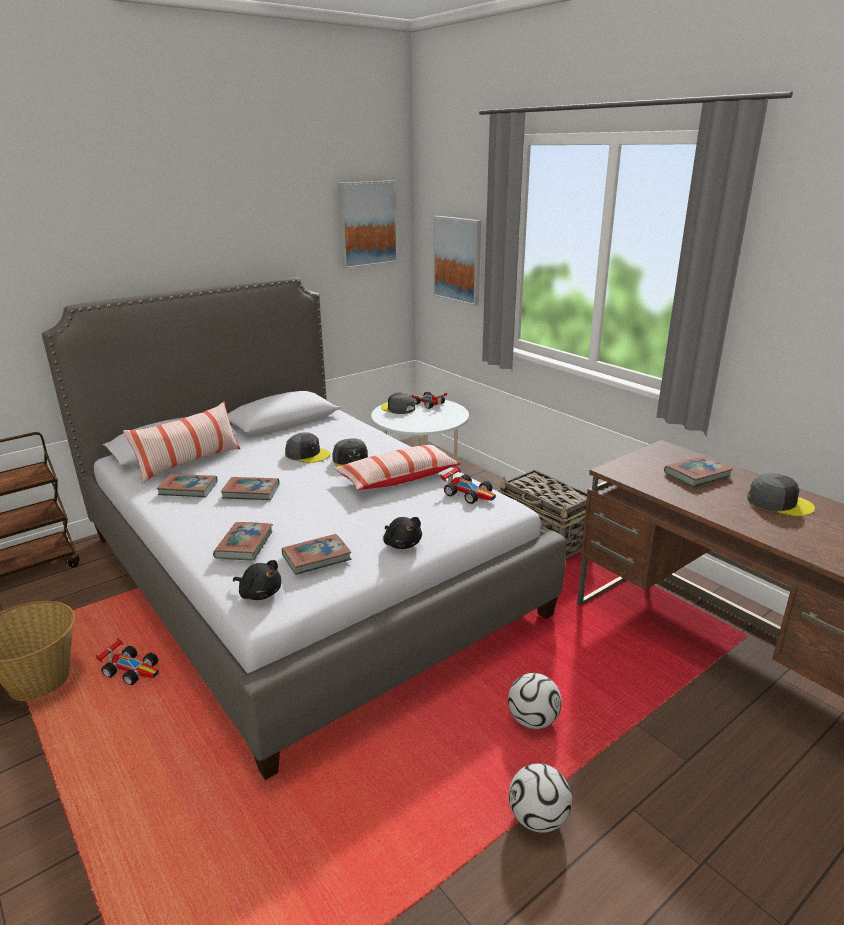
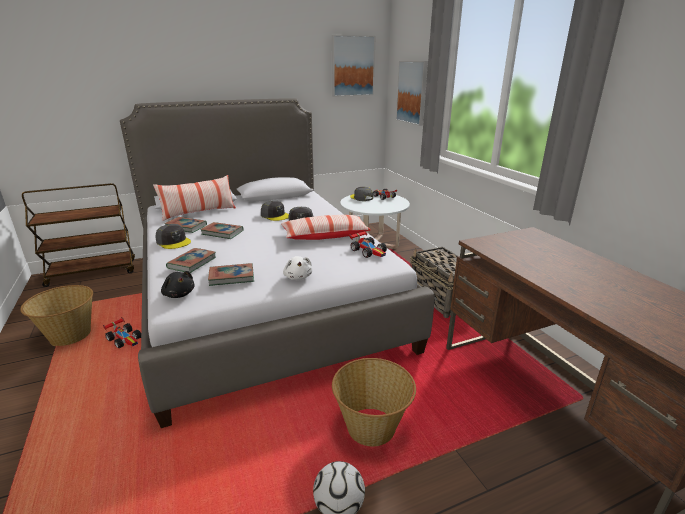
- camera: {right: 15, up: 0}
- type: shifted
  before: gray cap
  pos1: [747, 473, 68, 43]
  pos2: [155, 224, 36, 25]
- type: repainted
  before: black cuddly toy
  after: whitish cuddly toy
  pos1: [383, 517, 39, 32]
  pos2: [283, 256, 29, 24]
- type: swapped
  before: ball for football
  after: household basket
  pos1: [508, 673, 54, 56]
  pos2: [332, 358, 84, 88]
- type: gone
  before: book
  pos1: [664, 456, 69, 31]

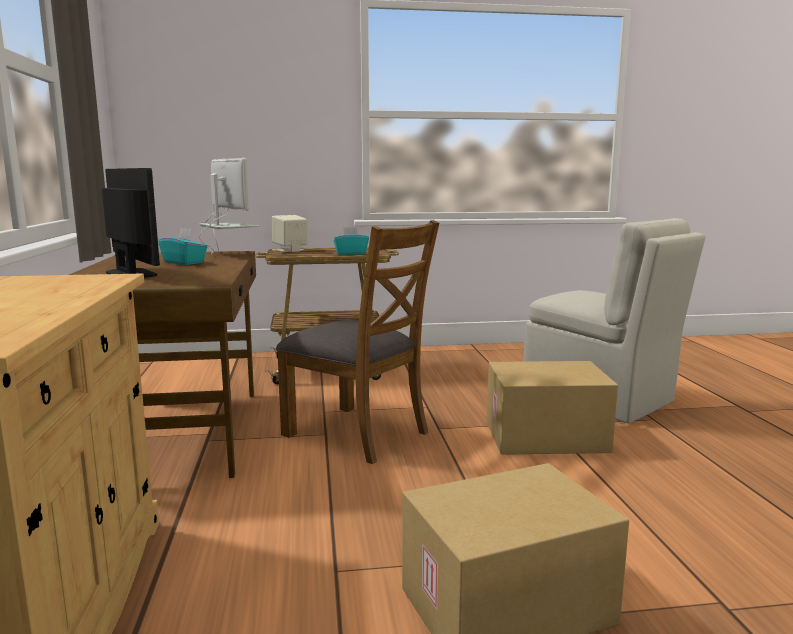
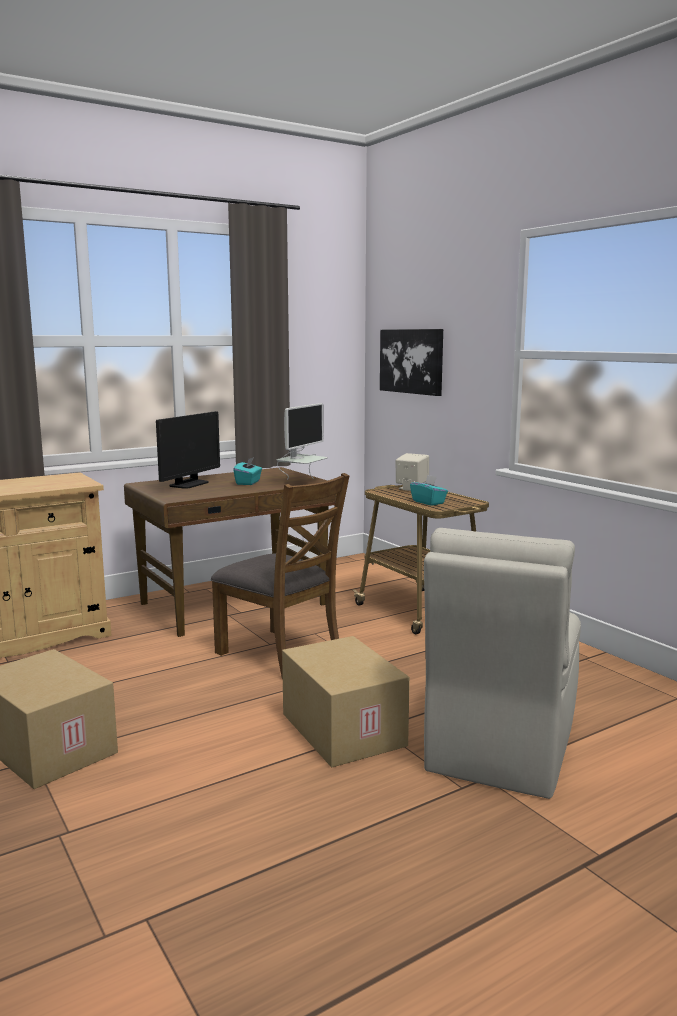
- camera: {right: 65, up: 0}
- type: rotated
  before: brown upright chair
  pos1: [276, 220, 163, 244]
  pos2: [211, 473, 138, 206]
  turn: -60
- type: new
  after: wall picture
  pos2: [380, 329, 63, 67]

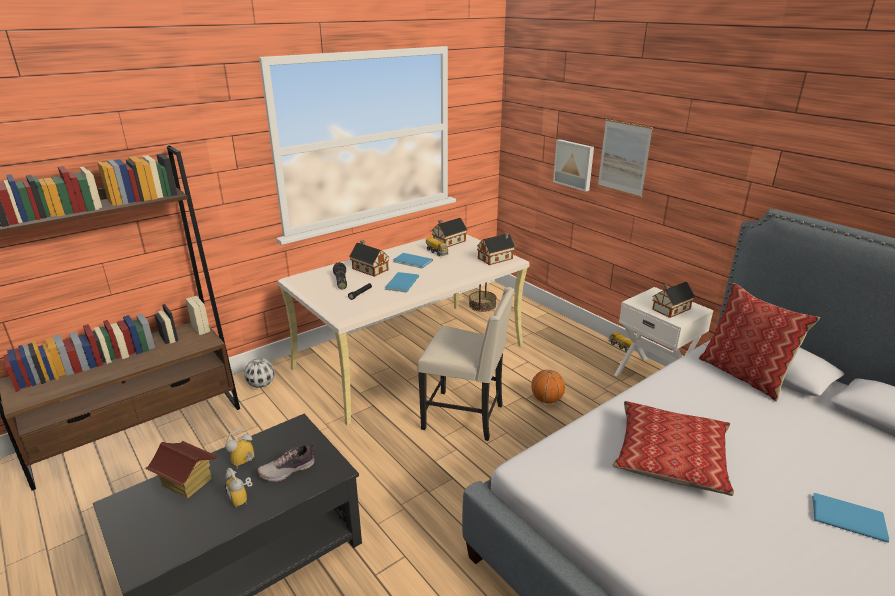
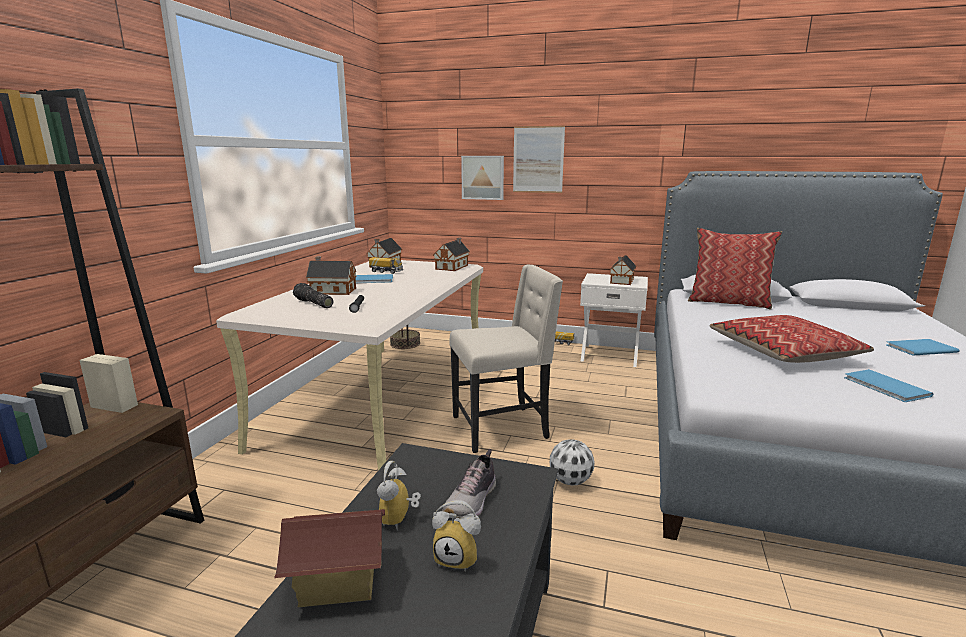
- camera: {right: -35, up: -10}
- type: shifted
  before: ball for football
  pos1: [244, 358, 31, 30]
  pos2: [550, 439, 45, 46]
- type: shifted
  before: bluish book
  pos1: [385, 272, 34, 20]
  pos2: [844, 369, 89, 33]
- type: gone
  before: basketball
  pos1: [531, 370, 34, 33]

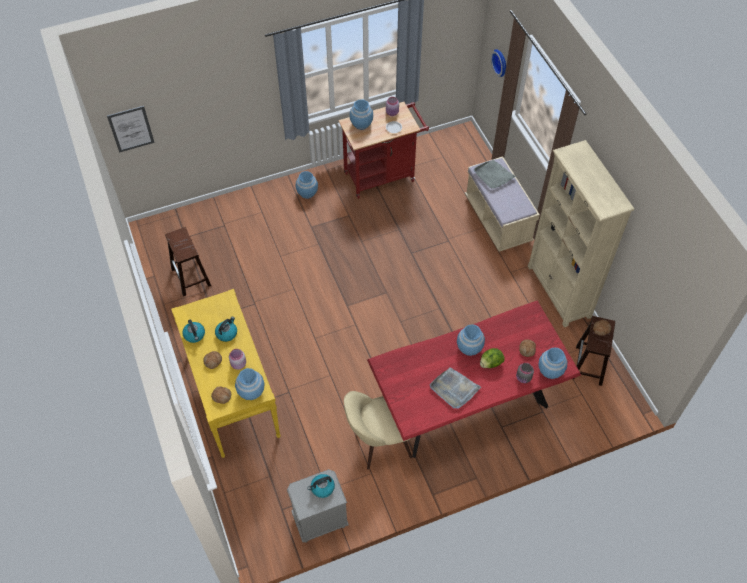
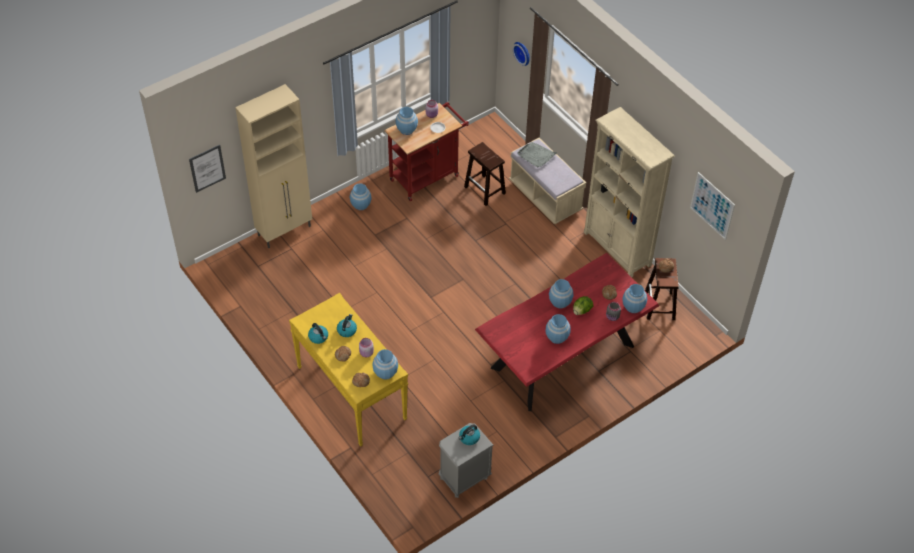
- camera: {right: -15, up: -5}
- type: new
  after: beige storage cabinet
  pos2: [235, 84, 77, 164]
- type: shifted
  before: brown stool seat
  pos1: [165, 227, 46, 69]
  pos2: [464, 142, 42, 64]
- type: swapped
  before: gray serving tray
  after: bluish decorative vase
  pos1: [430, 367, 51, 41]
  pos2: [546, 314, 25, 30]
- type: new
  after: wall picture
  pos2: [690, 172, 45, 68]
- type: gone
  before: beige upright chair
  pos1: [344, 391, 68, 79]

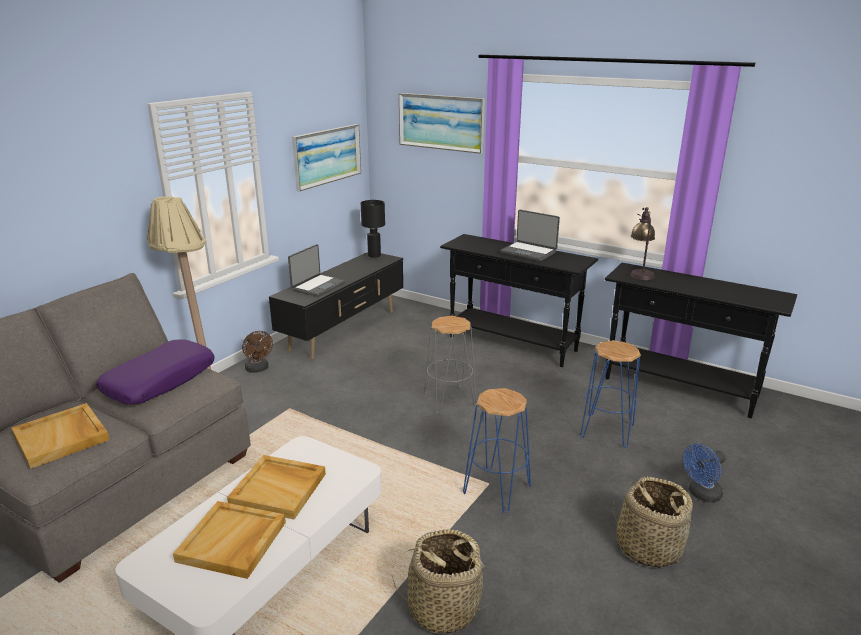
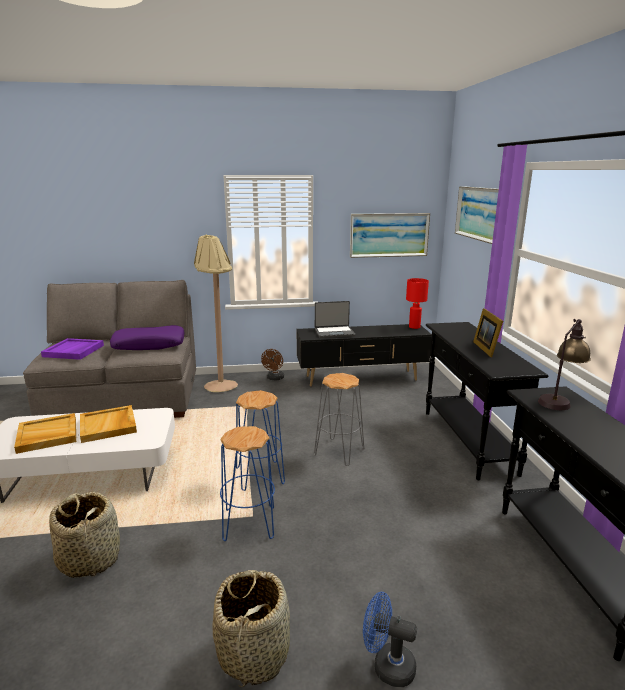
- camera: {right: 50, up: -5}
- type: repainted
  before: beige serving tray
  after: purple serving tray
  pos1: [11, 403, 98, 66]
  pos2: [41, 338, 63, 22]
- type: shifted
  before: bluish stool seat
  pos1: [581, 340, 60, 108]
  pos2: [236, 390, 49, 101]
- type: repainted
  before: black table lamp
  after: red table lamp
  pos1: [361, 200, 24, 58]
  pos2: [406, 278, 23, 51]
- type: swapped
  before: portable computer
  after: photo frame
  pos1: [500, 210, 60, 51]
  pos2: [473, 308, 30, 49]

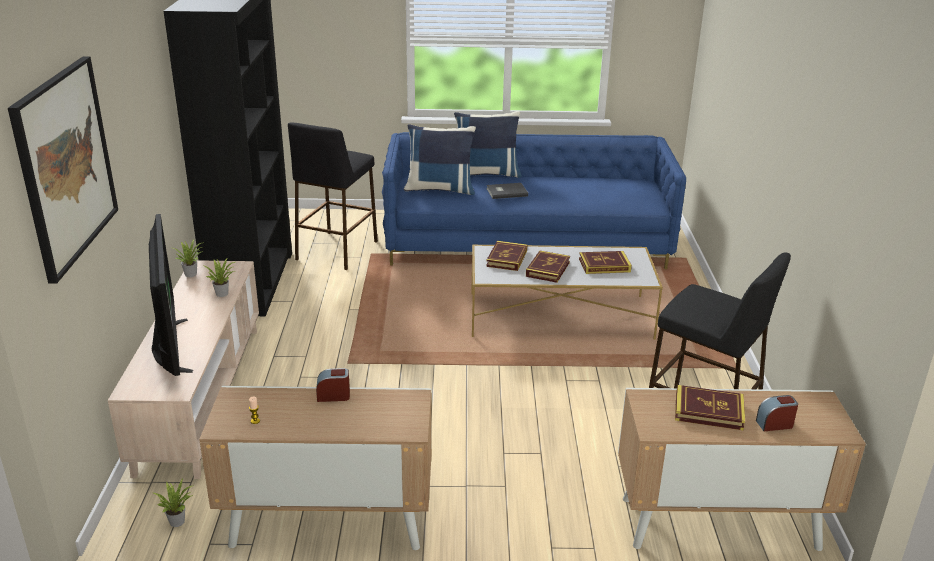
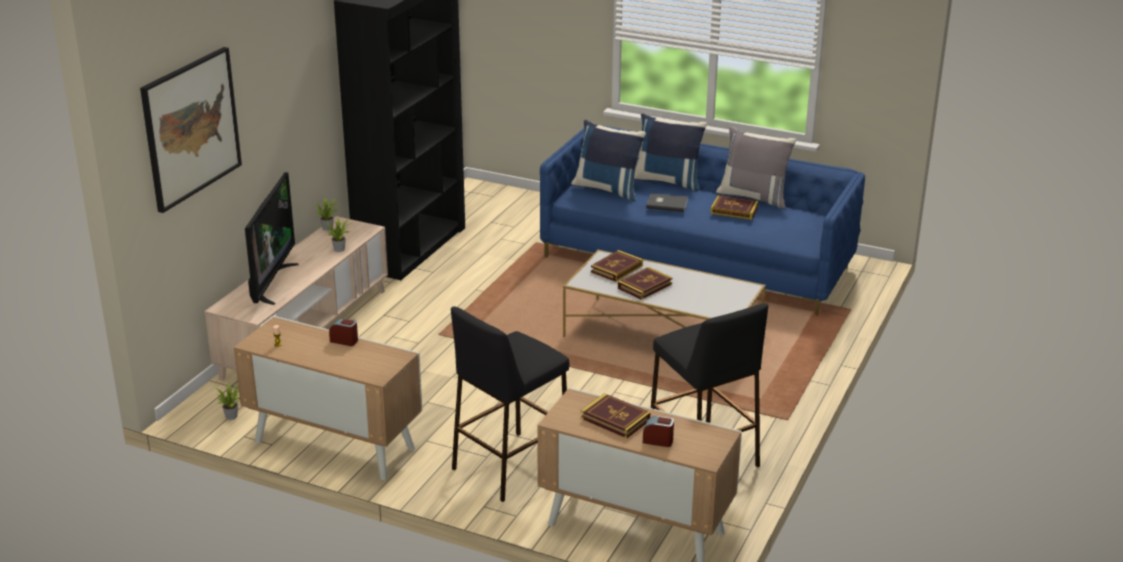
- camera: {right: 25, up: 0}
- type: shifted
  before: black stool seat
  pos1: [288, 123, 90, 147]
  pos2: [451, 306, 118, 196]
- type: shifted
  before: book
  pos1: [579, 251, 53, 23]
  pos2: [710, 195, 49, 25]
- type: new
  after: gray cushion
  pos2: [716, 127, 80, 82]

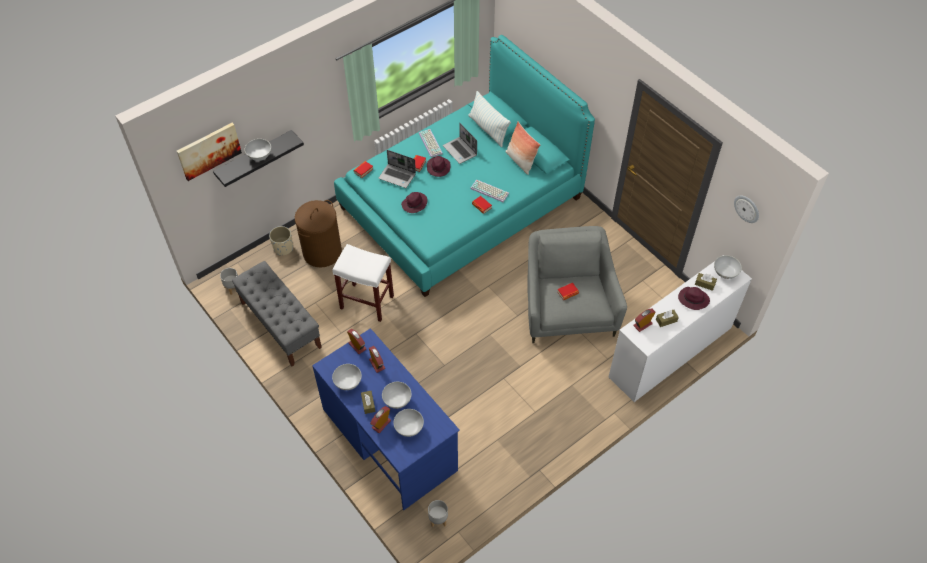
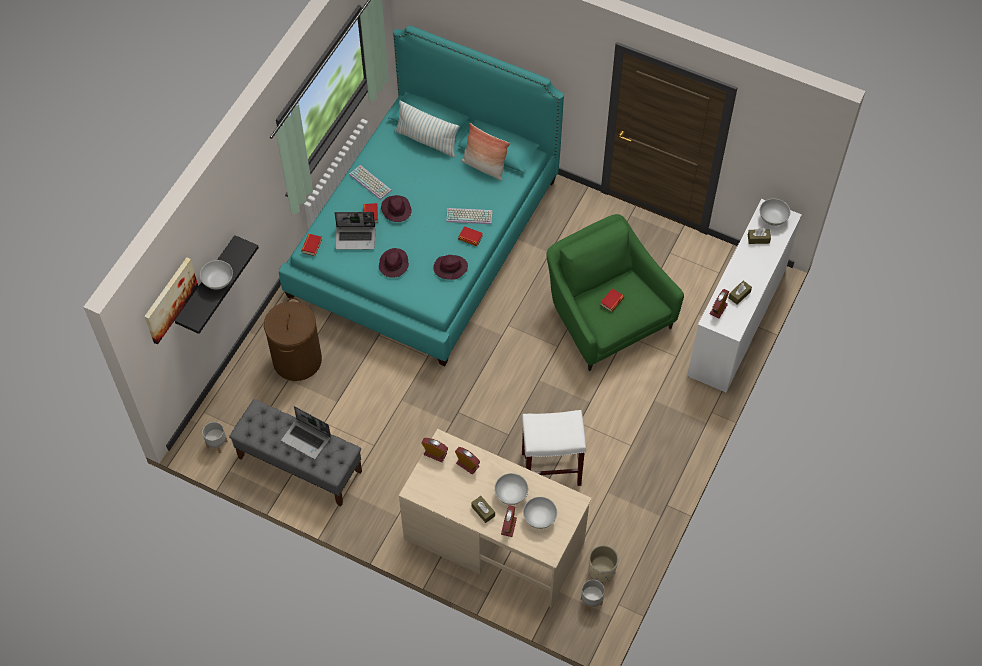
- camera: {right: -25, up: 5}
- type: shifted
  before: portable computer
  pos1: [443, 123, 34, 41]
  pos2: [281, 406, 50, 53]
- type: repainted
  before: bluish desk
  after: beige desk
  pos1: [312, 328, 148, 182]
  pos2: [399, 429, 193, 179]
- type: shifted
  before: purple hat
  pos1: [678, 287, 32, 23]
  pos2: [433, 255, 35, 25]
- type: shifted
  before: whitish stool seat
  pos1: [333, 244, 61, 78]
  pos2: [522, 410, 64, 76]
- type: repainted
  before: gray armchair
  after: green-coloured armchair
  pos1: [527, 226, 100, 117]
  pos2: [546, 214, 138, 157]
- type: shifted
  before: beige planter
  pos1: [269, 226, 24, 30]
  pos2: [589, 545, 30, 38]
- type: gone
  before: whitish deep dish
  pos1: [332, 364, 30, 26]
- type: gone
  before: clock on the wall
  pos1: [734, 195, 25, 28]

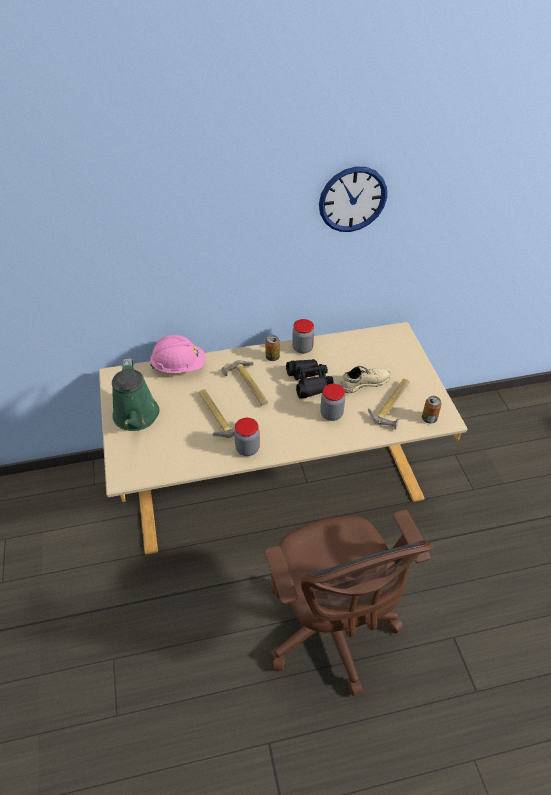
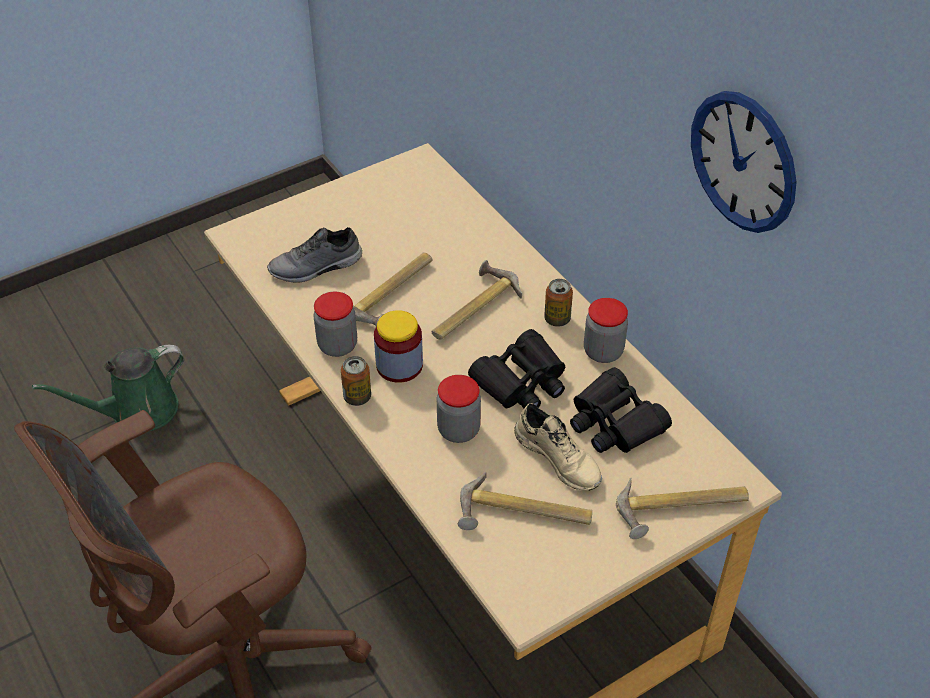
- camera: {right: 70, up: 0}
- type: shifted
  before: green-coloured watering pot
  pos1: [112, 358, 47, 73]
  pos2: [32, 345, 152, 86]
- type: new
  after: gray item of footwear
  pos2: [267, 227, 95, 56]
- type: shifted
  before: sealed can
  pos1: [422, 396, 20, 27]
  pos2: [341, 356, 30, 50]
- type: new
  after: jar
  pos2: [374, 310, 49, 73]
- type: new
  after: black field glasses
  pos2: [570, 367, 102, 86]
- type: new
  after: hammer
  pos2: [616, 477, 133, 62]
- type: gone
  before: pinkish hard hat
  pos1: [150, 335, 56, 38]

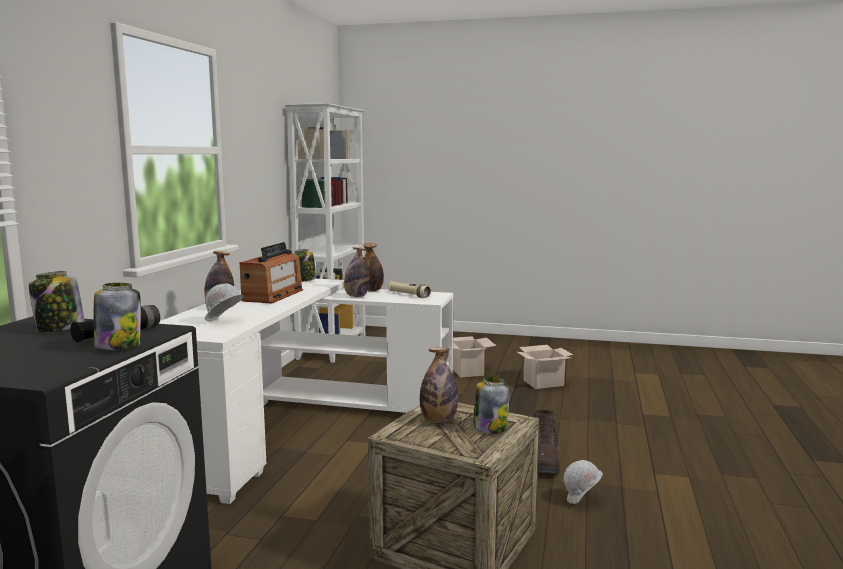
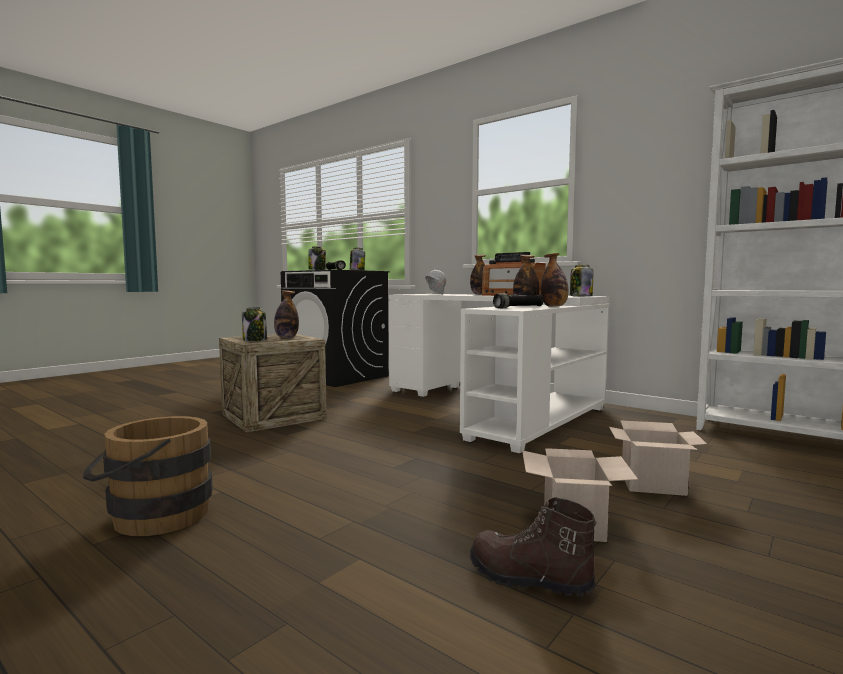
- camera: {right: 115, up: -5}
- type: new
  after: brown bucket
  pos2: [83, 416, 130, 120]
- type: shifted
  before: brown boot
  pos1: [533, 410, 27, 64]
  pos2: [470, 497, 126, 99]
- type: repainted
  before: beige torch
  after: black torch
  pos1: [388, 281, 43, 17]
  pos2: [493, 293, 51, 15]
- type: gone
  before: whitish hard hat
  pos1: [563, 460, 40, 44]

